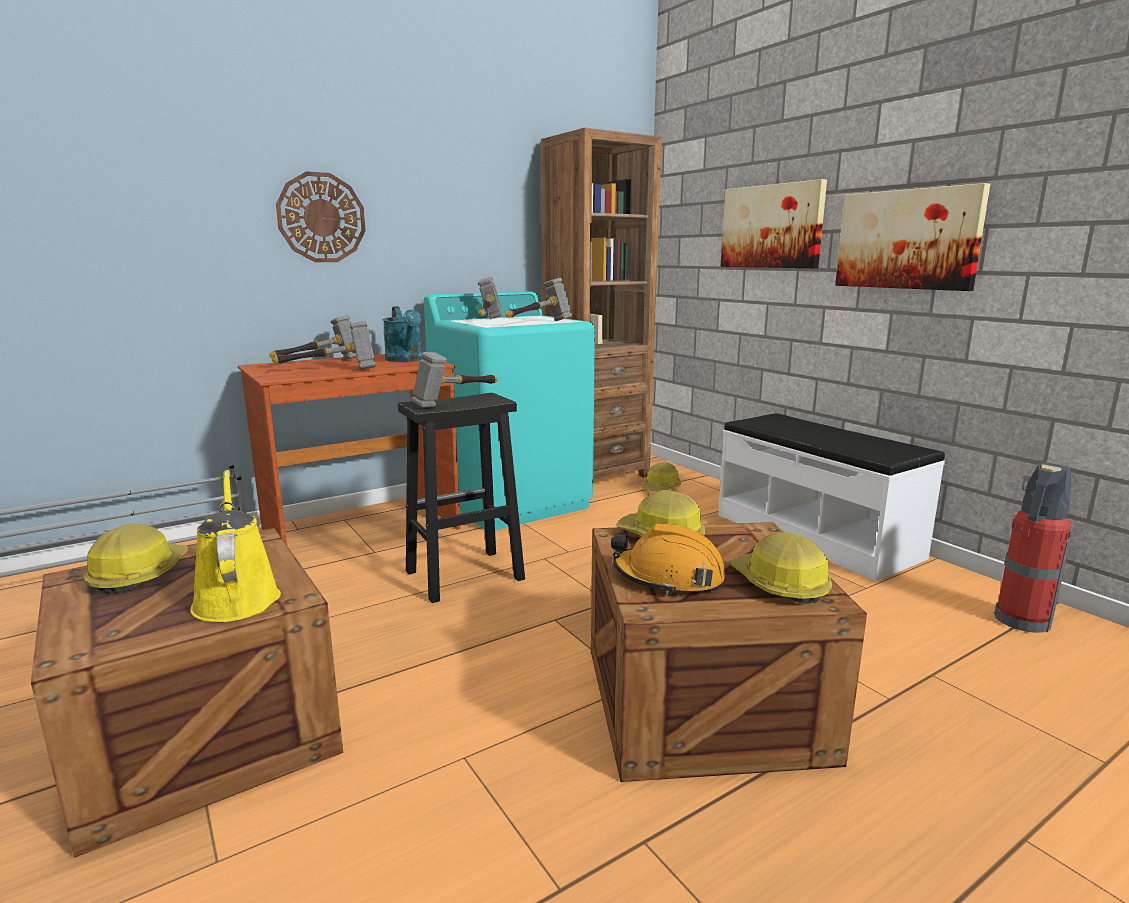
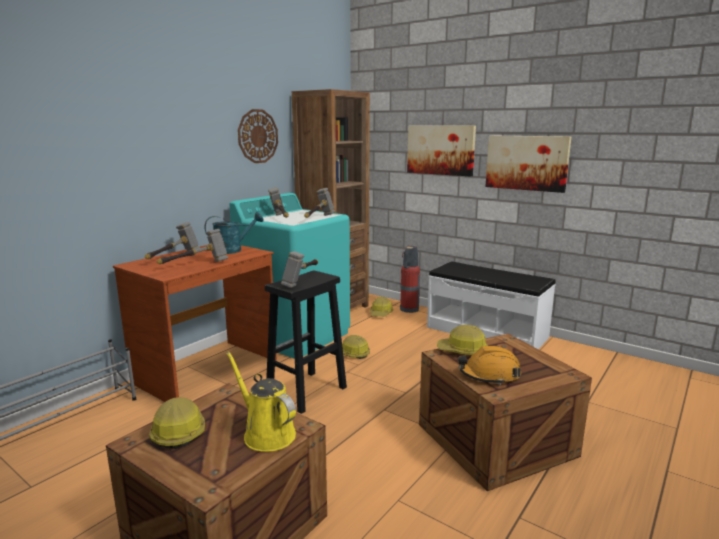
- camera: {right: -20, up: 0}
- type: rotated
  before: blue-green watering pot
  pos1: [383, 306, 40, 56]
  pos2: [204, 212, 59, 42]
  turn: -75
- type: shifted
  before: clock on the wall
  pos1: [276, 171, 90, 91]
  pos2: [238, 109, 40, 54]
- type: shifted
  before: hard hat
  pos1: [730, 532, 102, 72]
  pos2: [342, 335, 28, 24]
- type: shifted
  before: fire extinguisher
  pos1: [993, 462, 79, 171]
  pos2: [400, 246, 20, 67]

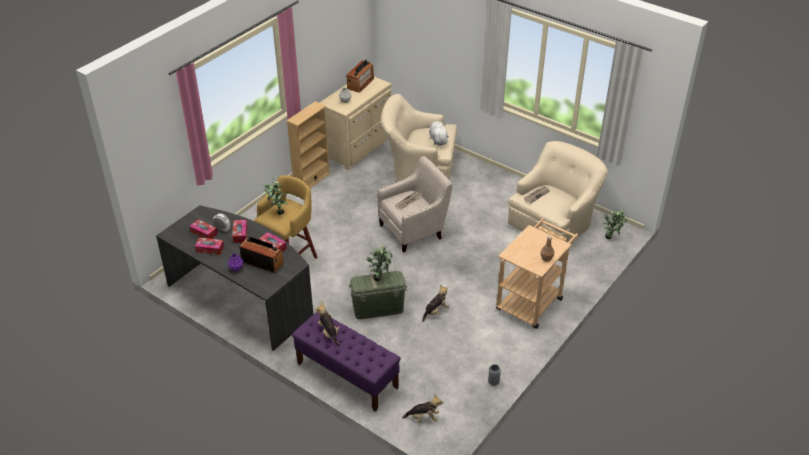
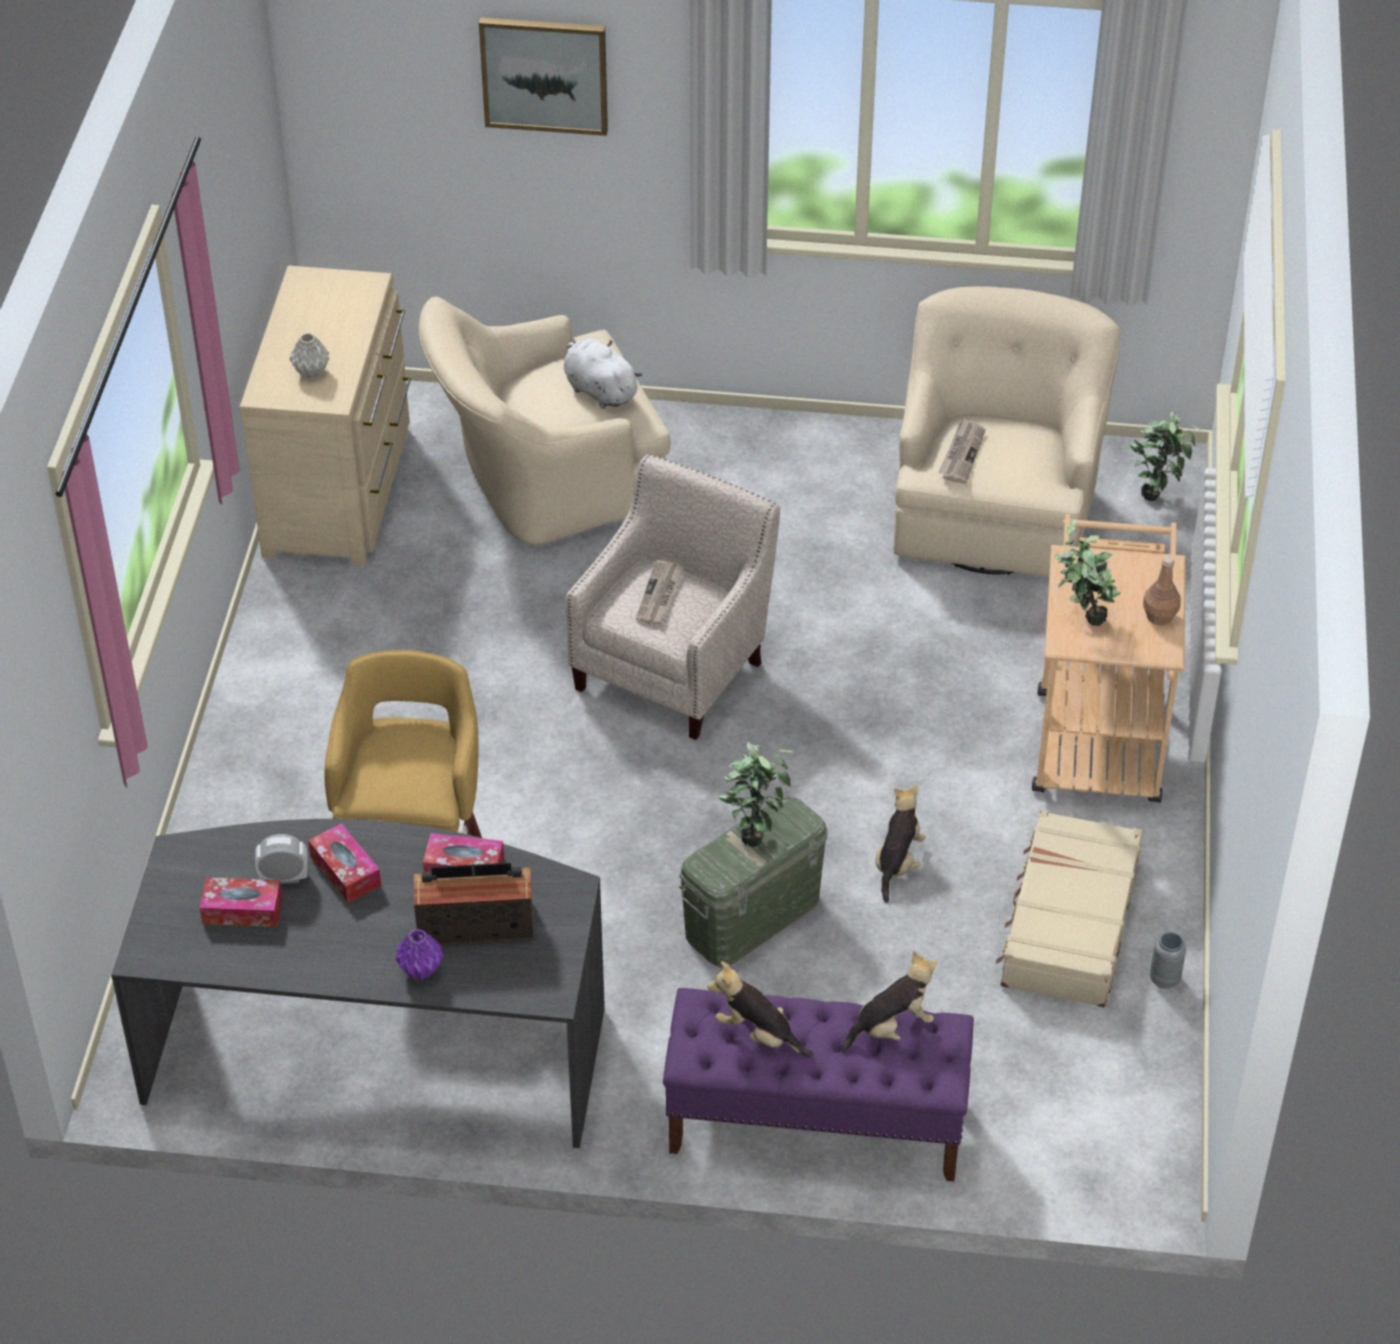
- camera: {right: -30, up: 5}
- type: new
  after: wall picture
  pos2: [479, 17, 129, 119]
- type: shifted
  before: cuddly toy
  pos1: [402, 394, 41, 28]
  pos2: [841, 951, 97, 102]
- type: new
  after: beige travel case
  pos2: [995, 810, 147, 198]
- type: shifted
  before: houseplant
  pos1: [263, 176, 25, 39]
  pos2: [1055, 519, 66, 107]
- type: gone
  before: box of tissues
  pos1: [195, 238, 29, 17]
- type: gone
  before: beige bookcase
  pos1: [286, 101, 44, 87]
- type: gone
  before: radio receiver
  pos1: [346, 60, 28, 33]

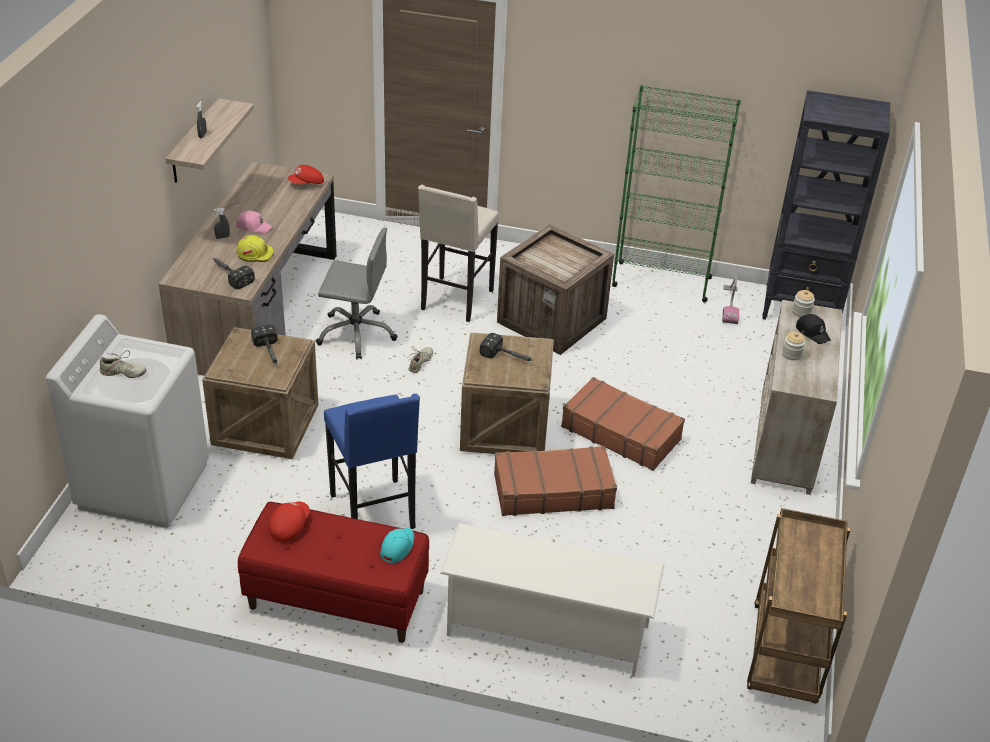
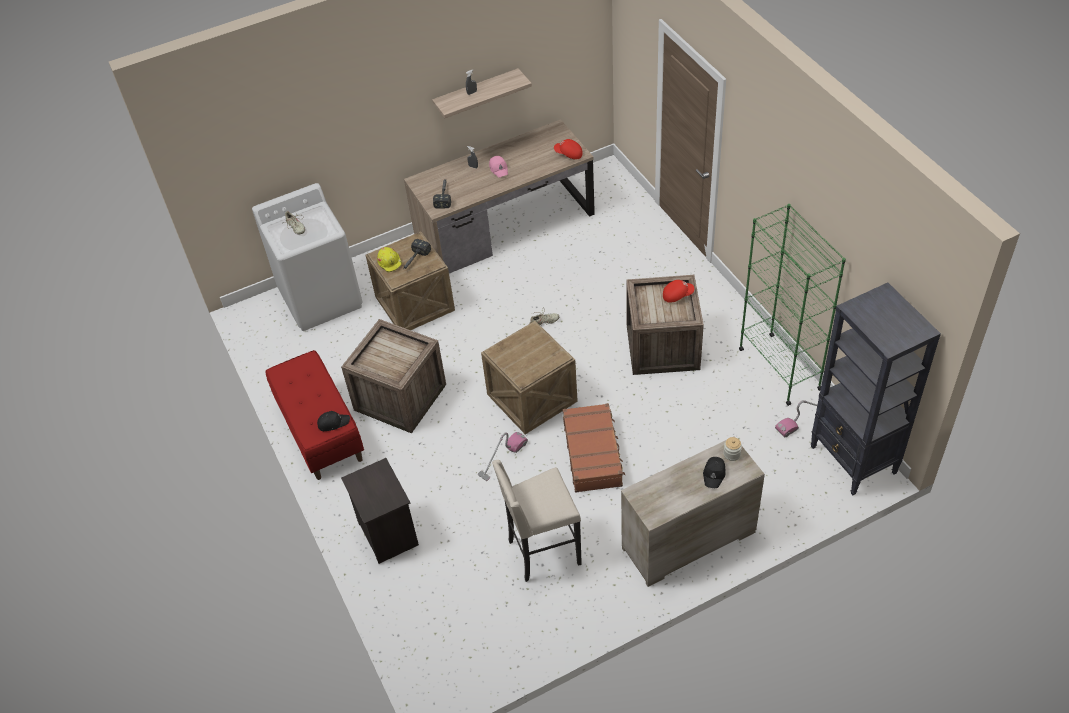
- camera: {right: 55, up: 10}
- type: repainted
  before: blue-green cap
  after: black cap
  pos1: [380, 527, 34, 36]
  pos2: [317, 411, 33, 20]
- type: swapped
  before: bluish stool seat
  after: crate
  pos1: [324, 394, 96, 135]
  pos2: [341, 319, 105, 115]
- type: swapped
  before: whitish shoe stand
  after: black nightstand
  pos1: [440, 523, 224, 154]
  pos2: [341, 458, 78, 106]
- type: shifted
  before: yellowish hard hat
  pos1: [236, 235, 38, 27]
  pos2: [377, 247, 26, 26]
- type: swapped
  before: brown travel case
  after: hoover
  pos1: [494, 446, 123, 70]
  pos2: [478, 432, 50, 49]
- type: shifted
  before: beige stool seat
  pos1: [418, 185, 81, 137]
  pos2: [492, 460, 90, 122]
- type: shifted
  before: red cap
  pos1: [269, 502, 41, 40]
  pos2: [663, 280, 32, 23]
- type: gone
  before: gray office chair
  pos1: [316, 227, 82, 132]
- type: gone
  before: hammer
  pos1: [480, 333, 51, 28]
- type: gone
  before: brown trolley
  pos1: [747, 508, 103, 196]
- type: gone
  before: jar
  pos1: [782, 332, 23, 28]

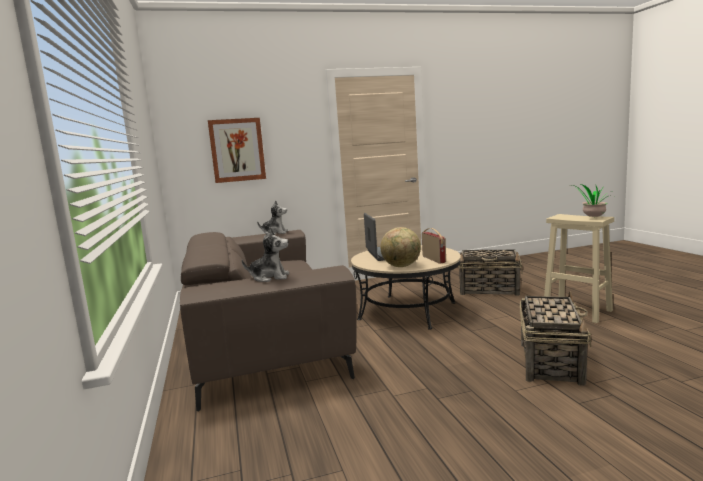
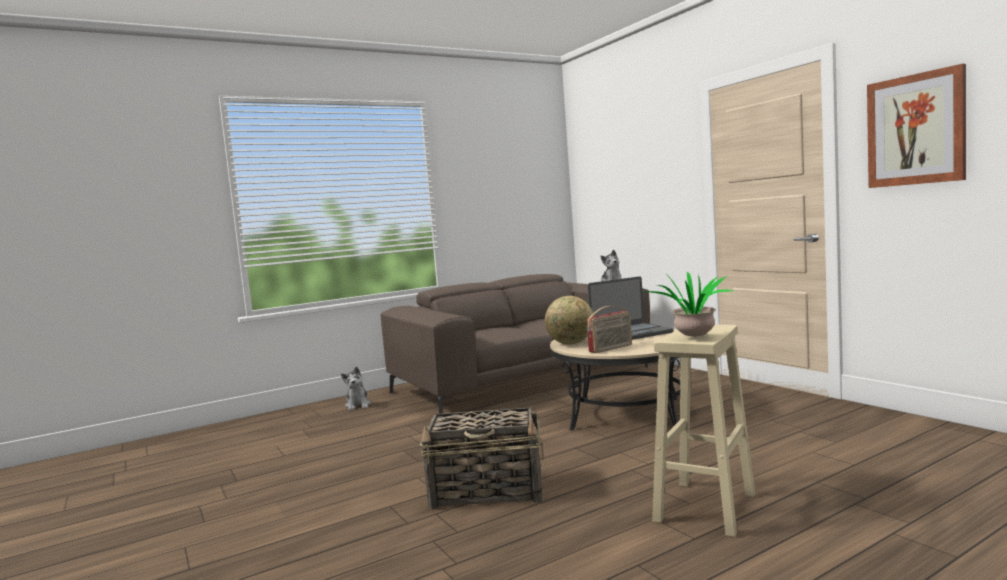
- camera: {right: 75, up: -5}
- type: shifted
  before: cuddly toy
  pos1: [242, 227, 47, 55]
  pos2: [341, 366, 30, 45]
- type: shifted
  before: wall picture
  pos1: [208, 118, 58, 65]
  pos2: [867, 64, 99, 124]
- type: gone
  before: household basket
  pos1: [458, 250, 65, 46]

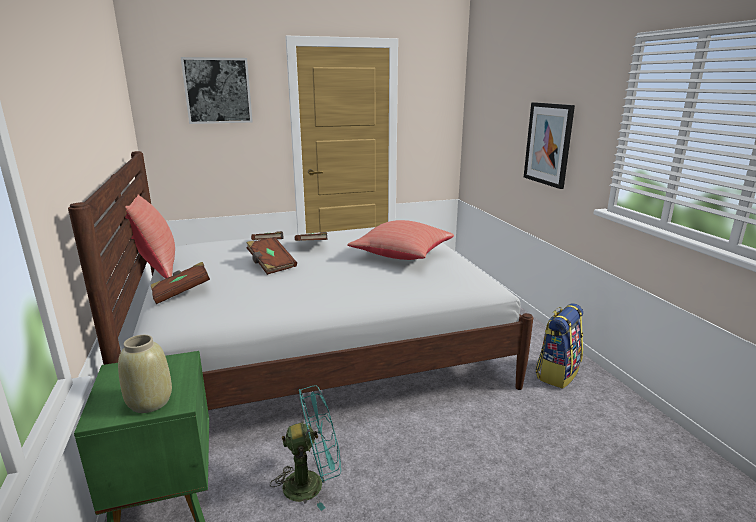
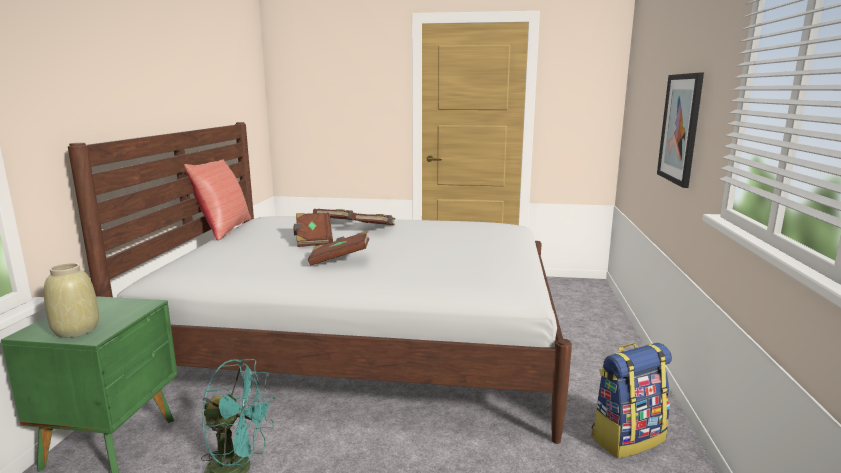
- camera: {right: 25, up: -5}
- type: shifted
  before: brown book
  pos1: [151, 262, 59, 42]
  pos2: [308, 231, 61, 35]
- type: gone
  before: wall picture
  pos1: [181, 57, 72, 67]
- type: gone
  before: red cushion
  pos1: [347, 220, 107, 40]

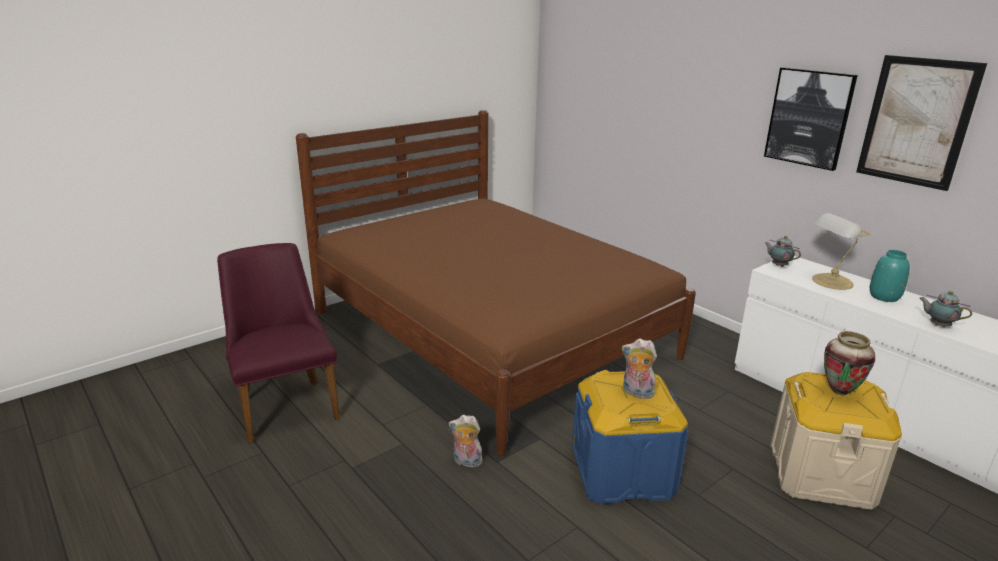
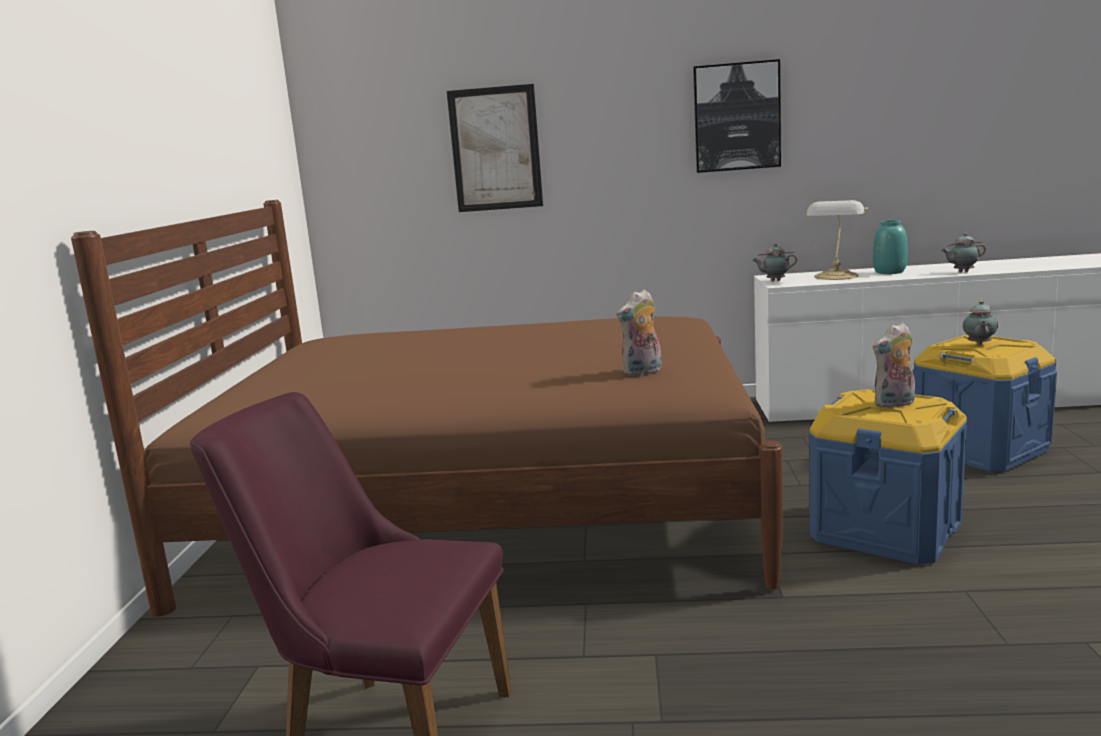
- camera: {right: -45, up: -10}
- type: shifted
  before: wall picture
  pos1: [856, 55, 131, 136]
  pos2: [447, 84, 96, 128]
- type: shifted
  before: cuddly toy
  pos1: [449, 415, 34, 53]
  pos2: [616, 289, 46, 87]
- type: repainted
  before: beige storage container
  after: bluish storage container
  pos1: [771, 372, 131, 138]
  pos2: [912, 335, 145, 137]
- type: swapped
  before: decorative vase
  after: teapot
  pos1: [824, 331, 51, 64]
  pos2: [963, 301, 35, 44]

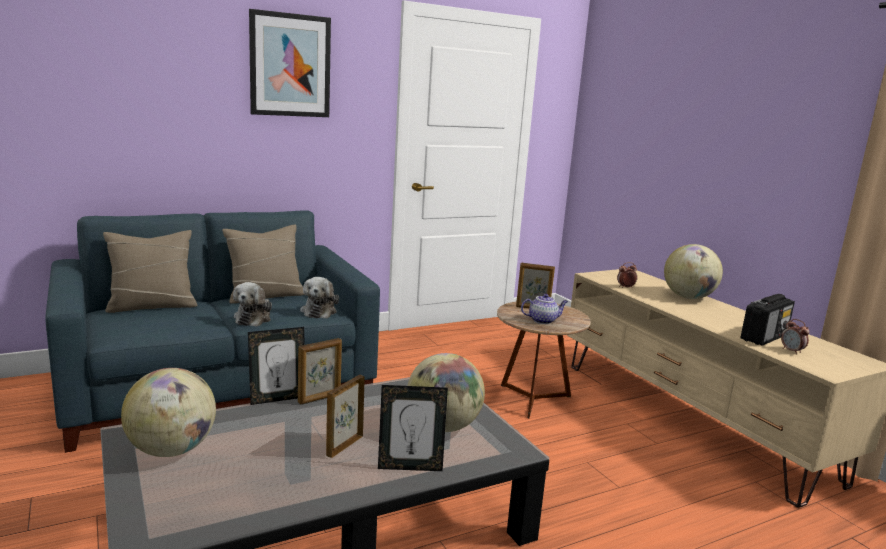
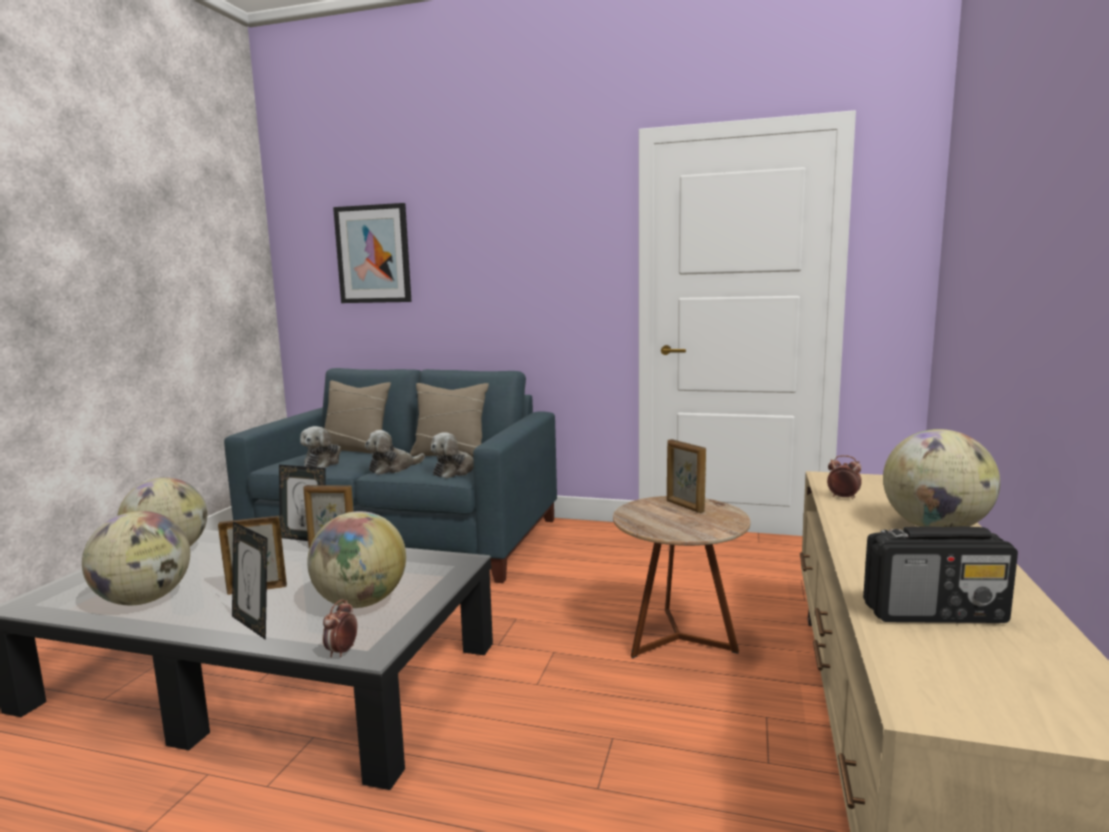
- camera: {right: 45, up: -5}
- type: new
  after: world globe
  pos2: [82, 511, 108, 94]
- type: new
  after: cuddly toy
  pos2: [300, 426, 41, 42]
- type: shifted
  before: bedside clock
  pos1: [781, 319, 29, 35]
  pos2: [323, 599, 35, 58]
- type: shifted
  before: wall picture
  pos1: [249, 9, 82, 108]
  pos2: [333, 203, 79, 100]
- type: gone
  before: teapot
  pos1: [521, 294, 47, 30]

